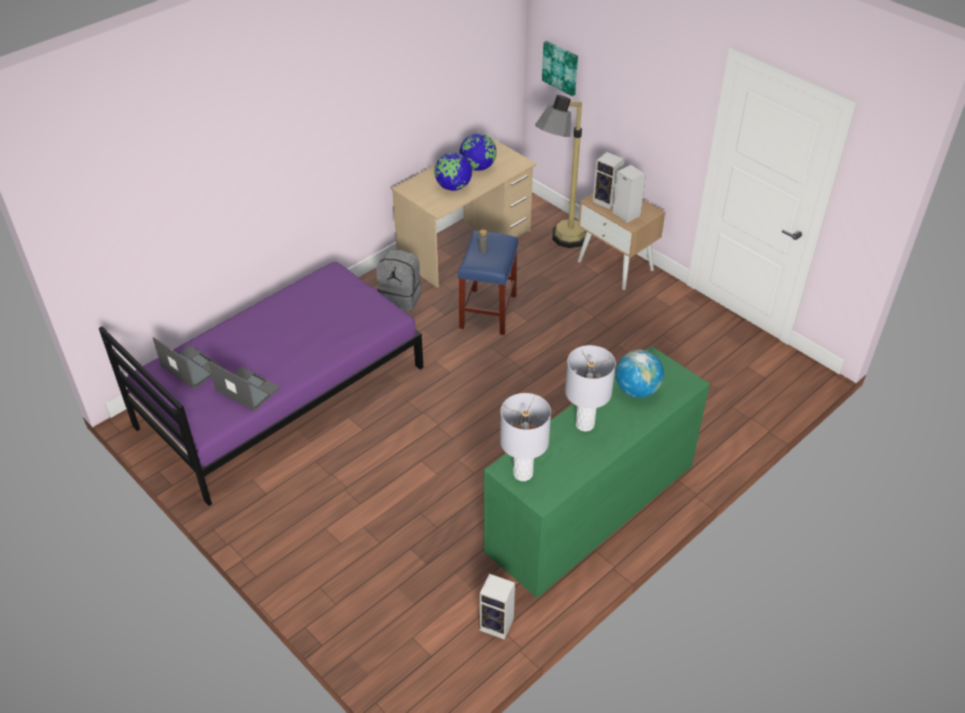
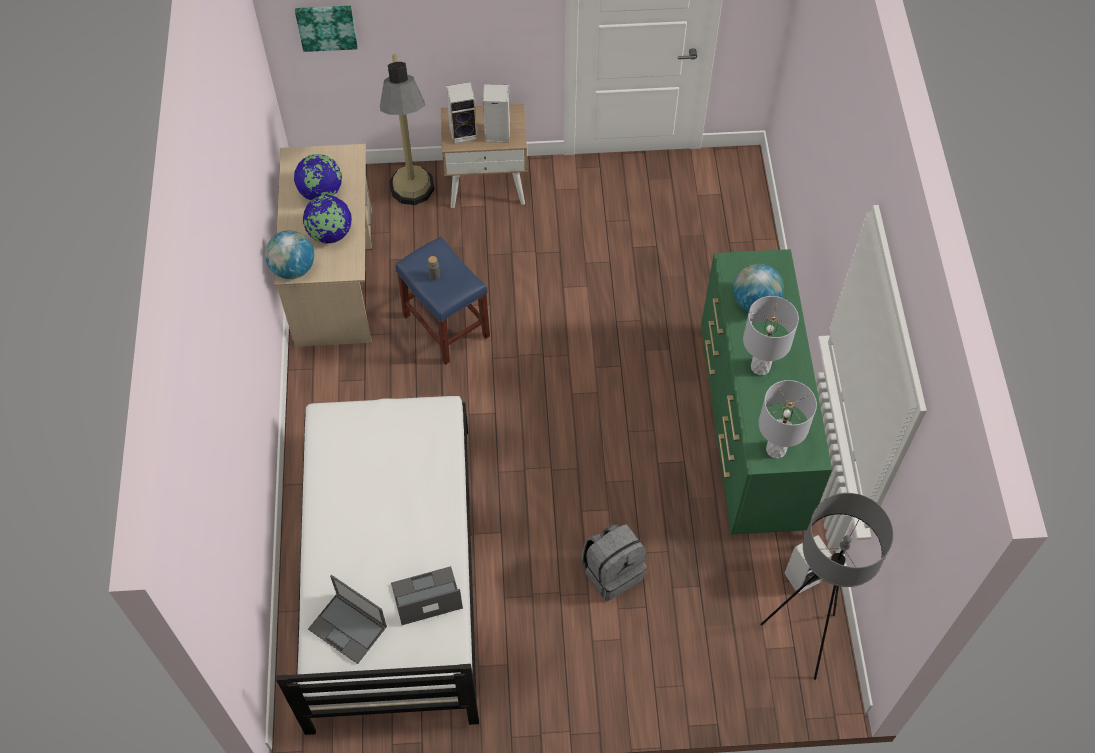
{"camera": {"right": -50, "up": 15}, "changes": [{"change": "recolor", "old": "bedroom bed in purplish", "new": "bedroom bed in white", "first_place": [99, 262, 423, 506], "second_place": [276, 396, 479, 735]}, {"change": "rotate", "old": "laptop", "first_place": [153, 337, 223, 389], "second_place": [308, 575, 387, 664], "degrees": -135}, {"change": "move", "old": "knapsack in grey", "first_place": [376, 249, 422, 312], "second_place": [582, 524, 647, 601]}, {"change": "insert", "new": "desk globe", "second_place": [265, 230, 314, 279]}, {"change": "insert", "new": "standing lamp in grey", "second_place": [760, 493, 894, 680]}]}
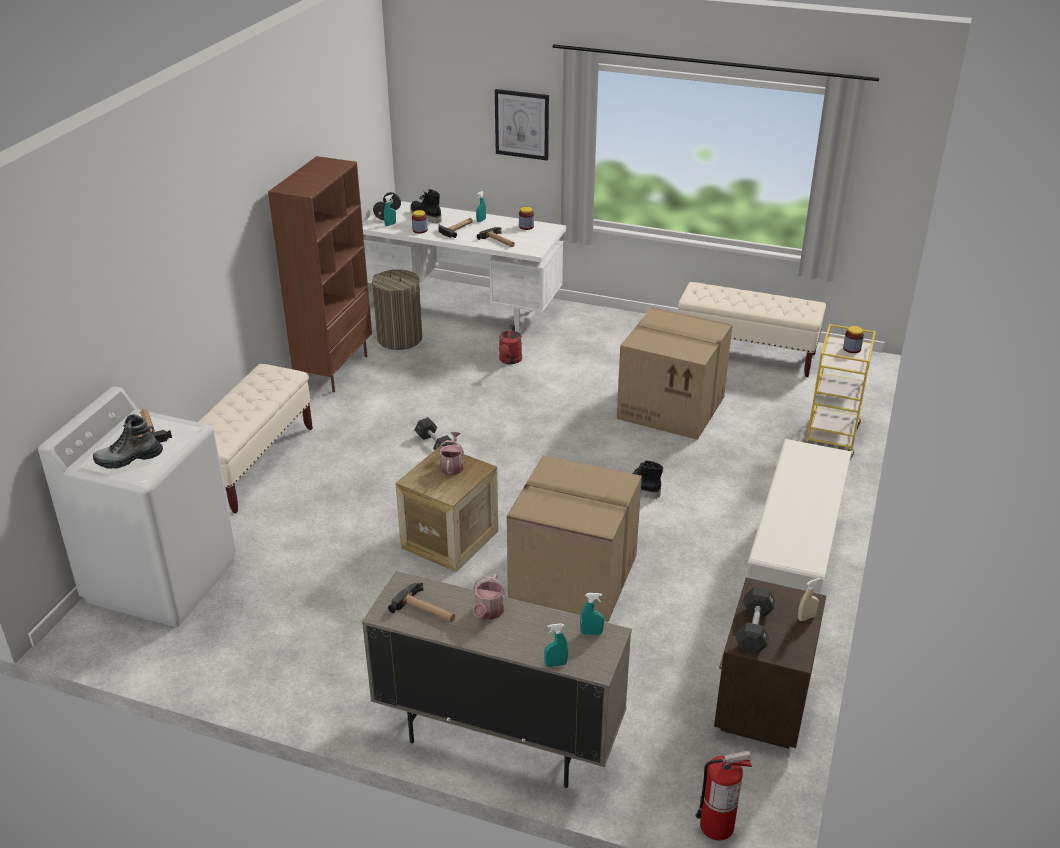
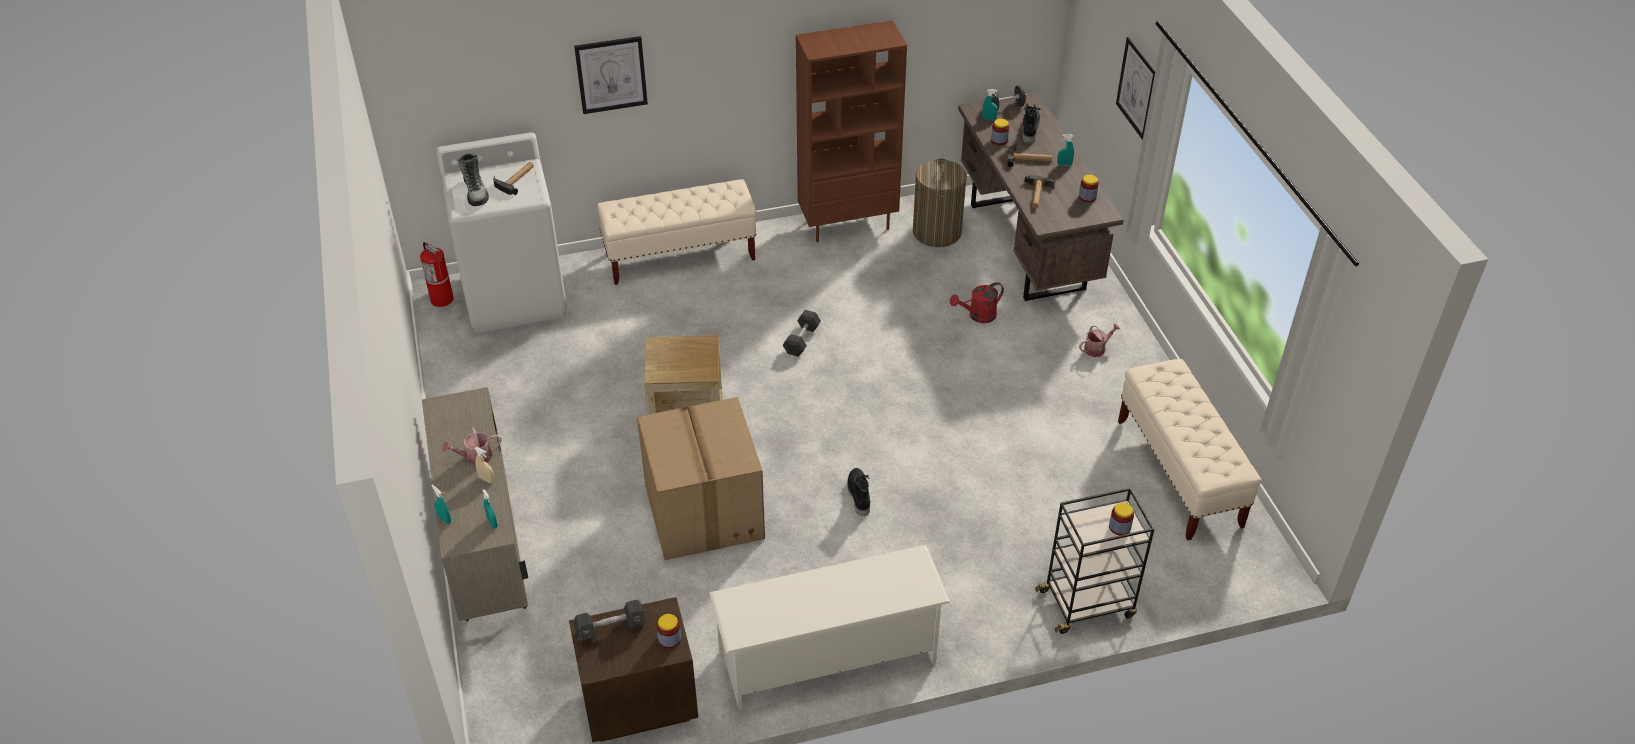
{"camera": {"right": 55, "up": 10}, "changes": [{"change": "rotate", "old": "high-top boot", "first_place": [93, 414, 163, 469], "second_place": [458, 153, 489, 206], "degrees": -150}, {"change": "recolor", "old": "desk table in white", "new": "desk table in brown-coloured", "first_place": [362, 201, 566, 334], "second_place": [958, 92, 1124, 301]}, {"change": "delete", "old": "hammer", "first_place": [388, 583, 455, 622]}, {"change": "move", "old": "watering pot", "first_place": [438, 432, 464, 475], "second_place": [1079, 323, 1121, 357]}, {"change": "delete", "old": "packing box", "first_place": [617, 307, 732, 440]}, {"change": "move", "old": "fire-fighting cylinder", "first_place": [696, 751, 752, 840], "second_place": [420, 242, 454, 307]}, {"change": "move", "old": "sprayer in beige", "first_place": [798, 578, 821, 621], "second_place": [475, 447, 494, 483]}, {"change": "recolor", "old": "trolley in yellowish", "new": "trolley in blackish", "first_place": [804, 324, 876, 460], "second_place": [1035, 487, 1154, 634]}, {"change": "insert", "new": "picture", "second_place": [574, 36, 648, 114]}, {"change": "insert", "new": "jar", "second_place": [657, 614, 681, 648]}]}
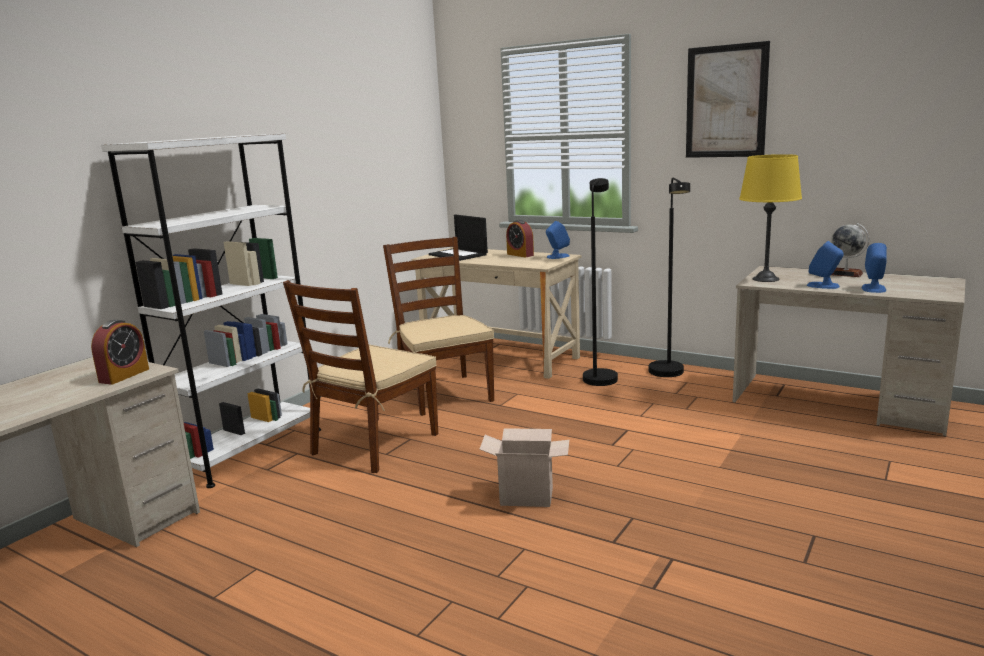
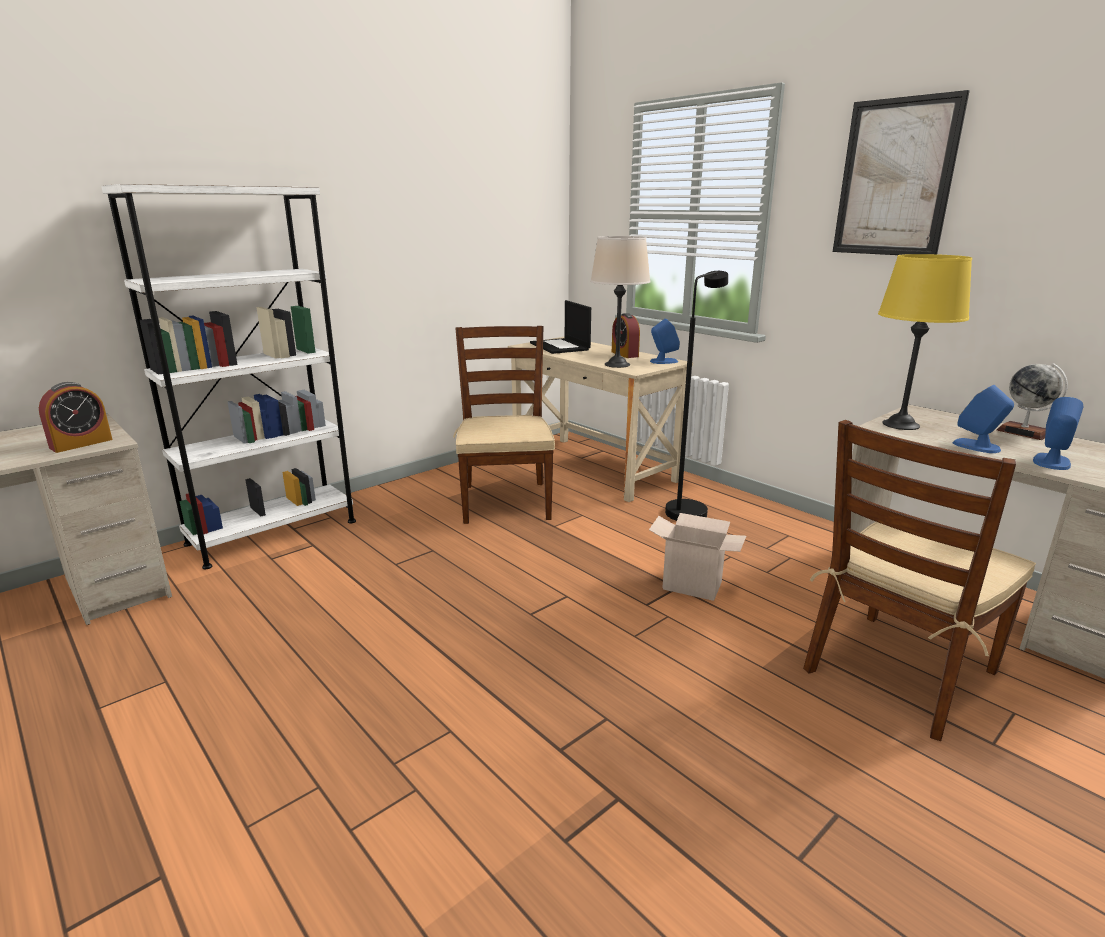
{"camera": {"right": 15, "up": 5}, "changes": [{"change": "move", "old": "upright chair in brown-coloured", "first_place": [283, 280, 438, 473], "second_place": [803, 420, 1036, 741]}, {"change": "move", "old": "packing box", "first_place": [479, 428, 569, 507], "second_place": [649, 513, 746, 601]}, {"change": "delete", "old": "standing lamp in blackish", "first_place": [649, 177, 690, 377]}, {"change": "insert", "new": "lamp for a table in beige", "second_place": [590, 236, 651, 368]}]}
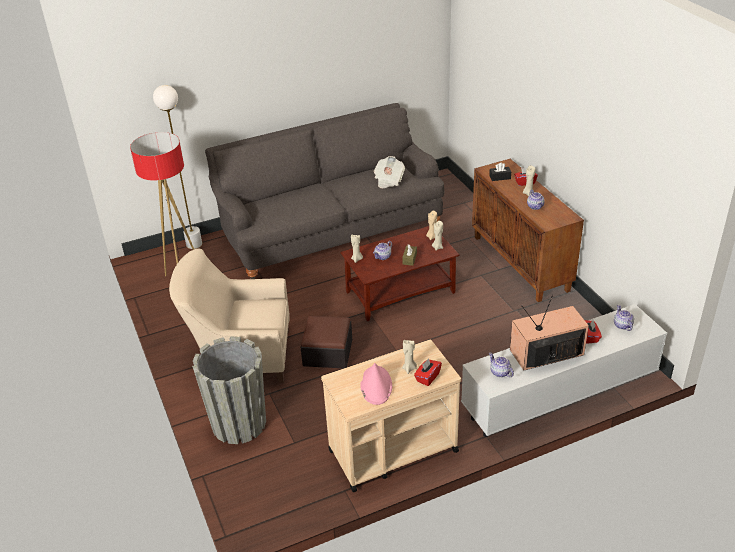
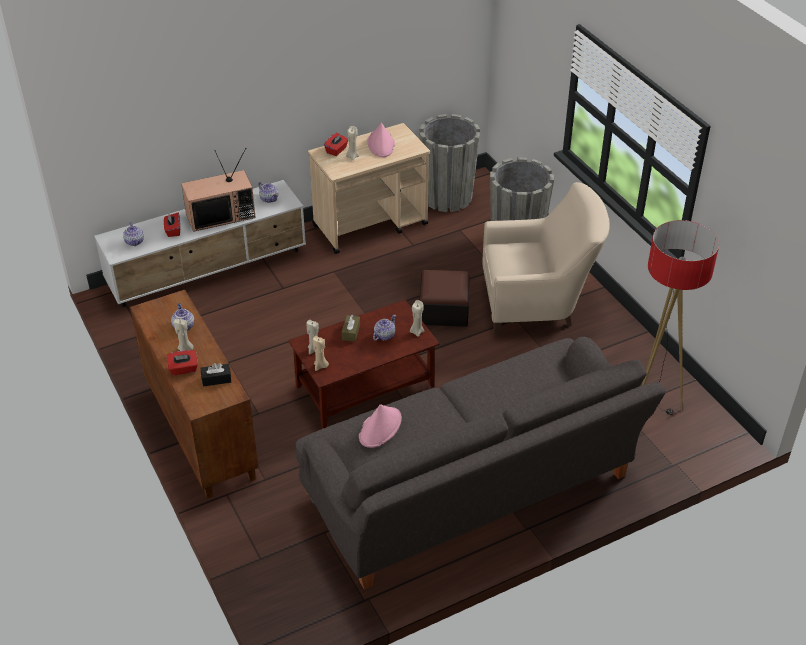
{"camera": {"right": 175, "up": 5}, "changes": [{"change": "delete", "old": "standing lamp in white", "first_place": [153, 85, 202, 249]}, {"change": "replace", "old": "newspaper", "new": "hat in pink-coloured", "first_place": [374, 156, 405, 188], "second_place": [359, 404, 402, 448]}, {"change": "insert", "new": "flower pot in grey", "second_place": [419, 114, 480, 212]}]}
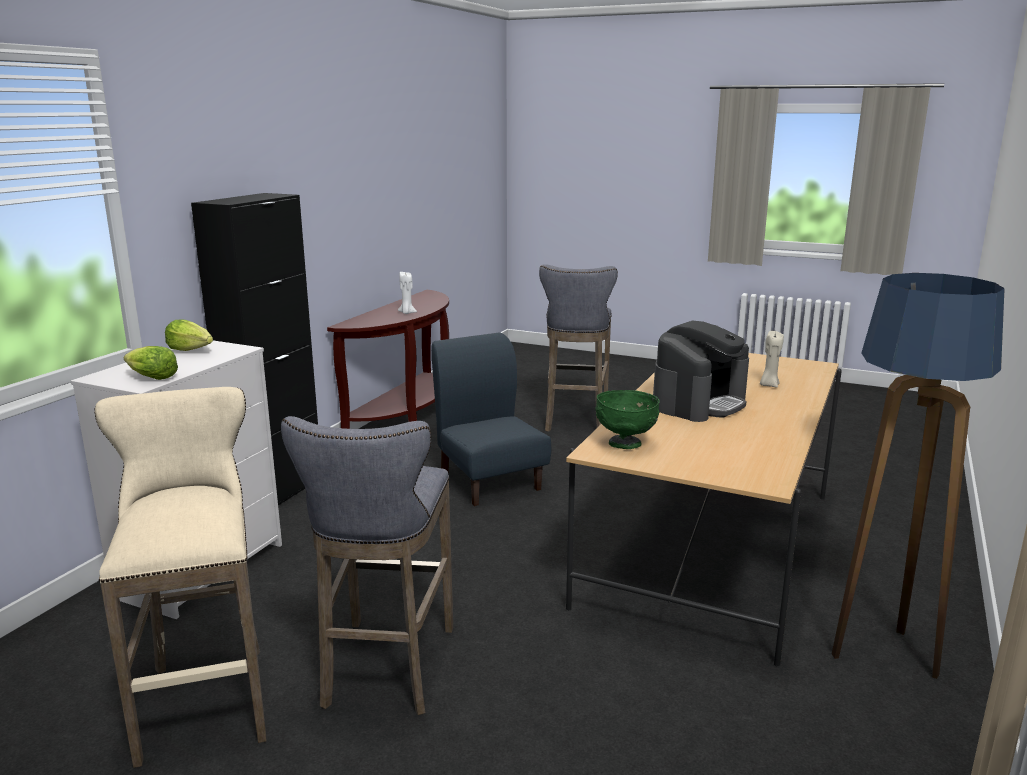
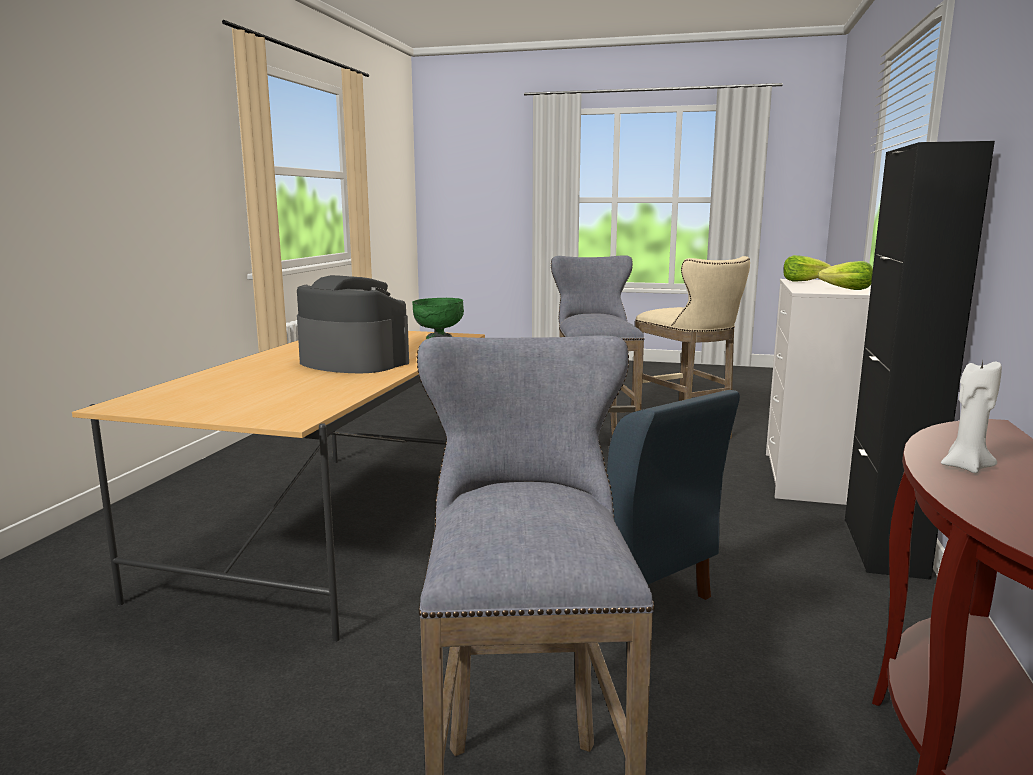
{"camera": {"right": 170, "up": -5}, "changes": [{"change": "rotate", "old": "coffee maker", "first_place": [653, 321, 749, 422], "second_place": [297, 275, 409, 374], "degrees": 90}, {"change": "delete", "old": "wax light in beige", "first_place": [760, 331, 784, 388]}, {"change": "delete", "old": "standing lamp", "first_place": [832, 273, 1005, 679]}]}
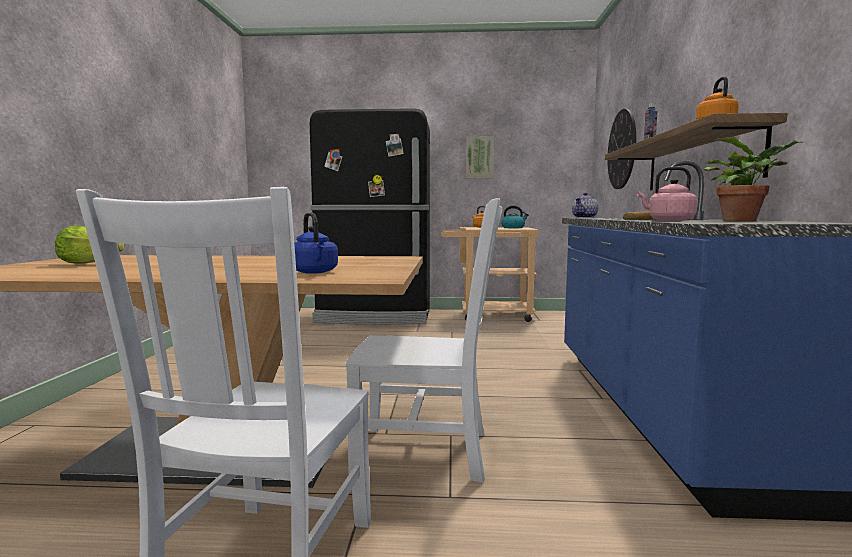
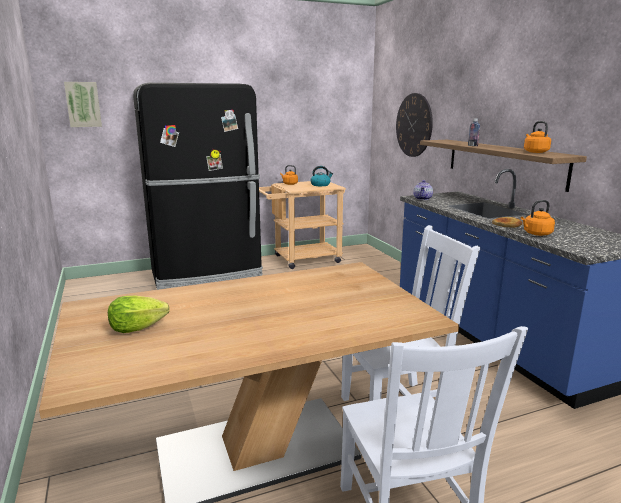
{"camera": {"right": -25, "up": 10}, "changes": [{"change": "delete", "old": "water kettle in blue-coloured", "first_place": [294, 212, 338, 274]}, {"change": "move", "old": "picture", "first_place": [466, 137, 494, 179], "second_place": [64, 82, 102, 127]}, {"change": "recolor", "old": "water kettle in pink-coloured", "new": "water kettle in orange", "first_place": [637, 167, 697, 221], "second_place": [521, 200, 555, 236]}, {"change": "delete", "old": "plant in a pot", "first_place": [704, 137, 805, 221]}]}
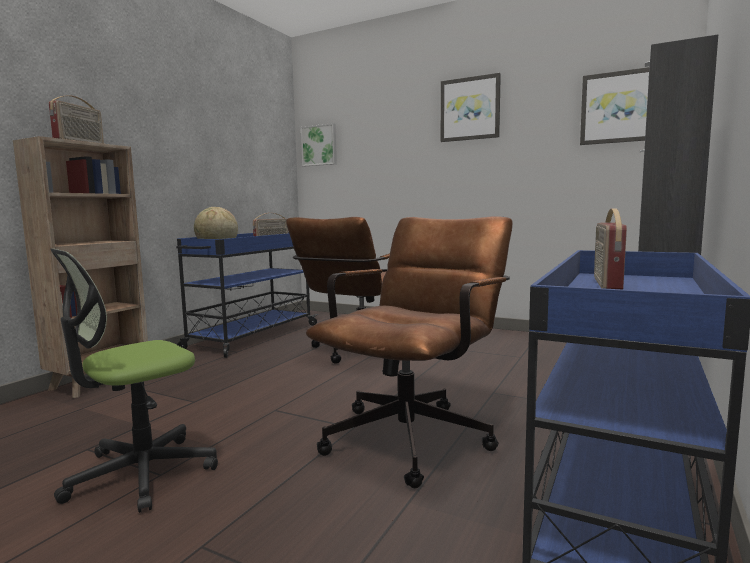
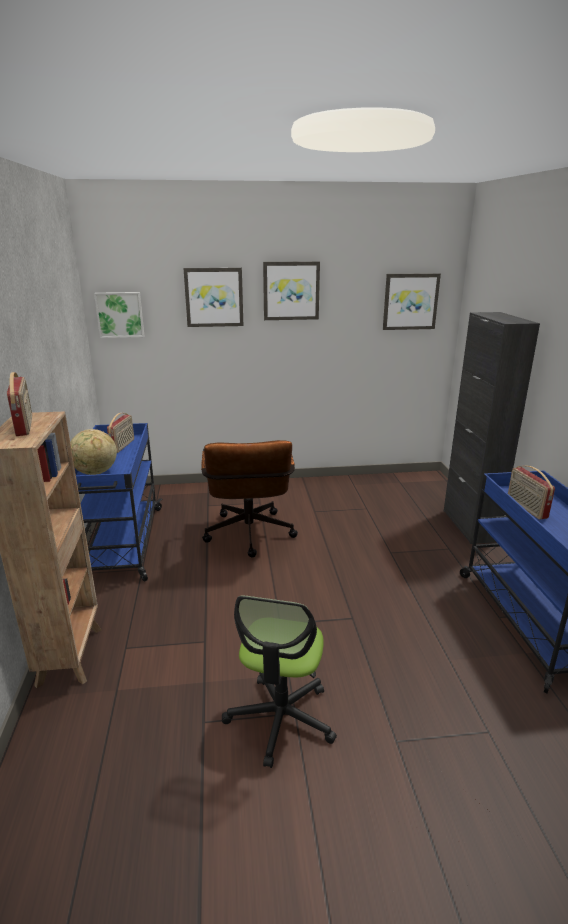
{"camera": {"right": -35, "up": 15}, "changes": [{"change": "delete", "old": "office chair in brown-coloured", "first_place": [306, 216, 513, 488]}, {"change": "insert", "new": "picture", "second_place": [183, 268, 244, 327]}]}
